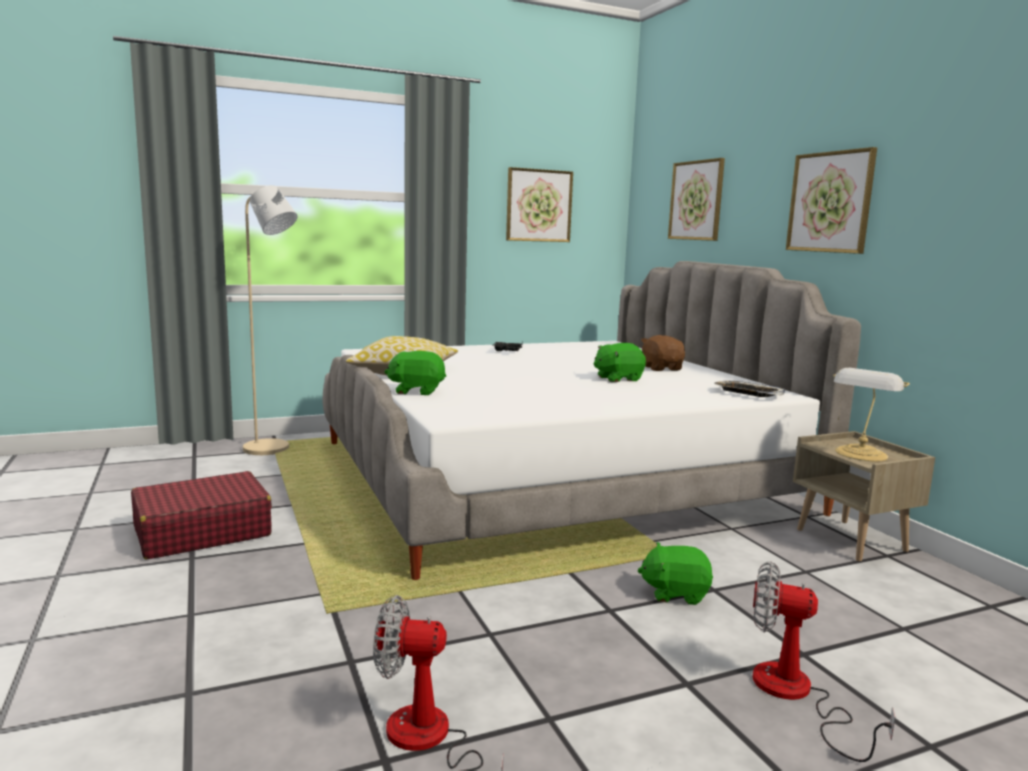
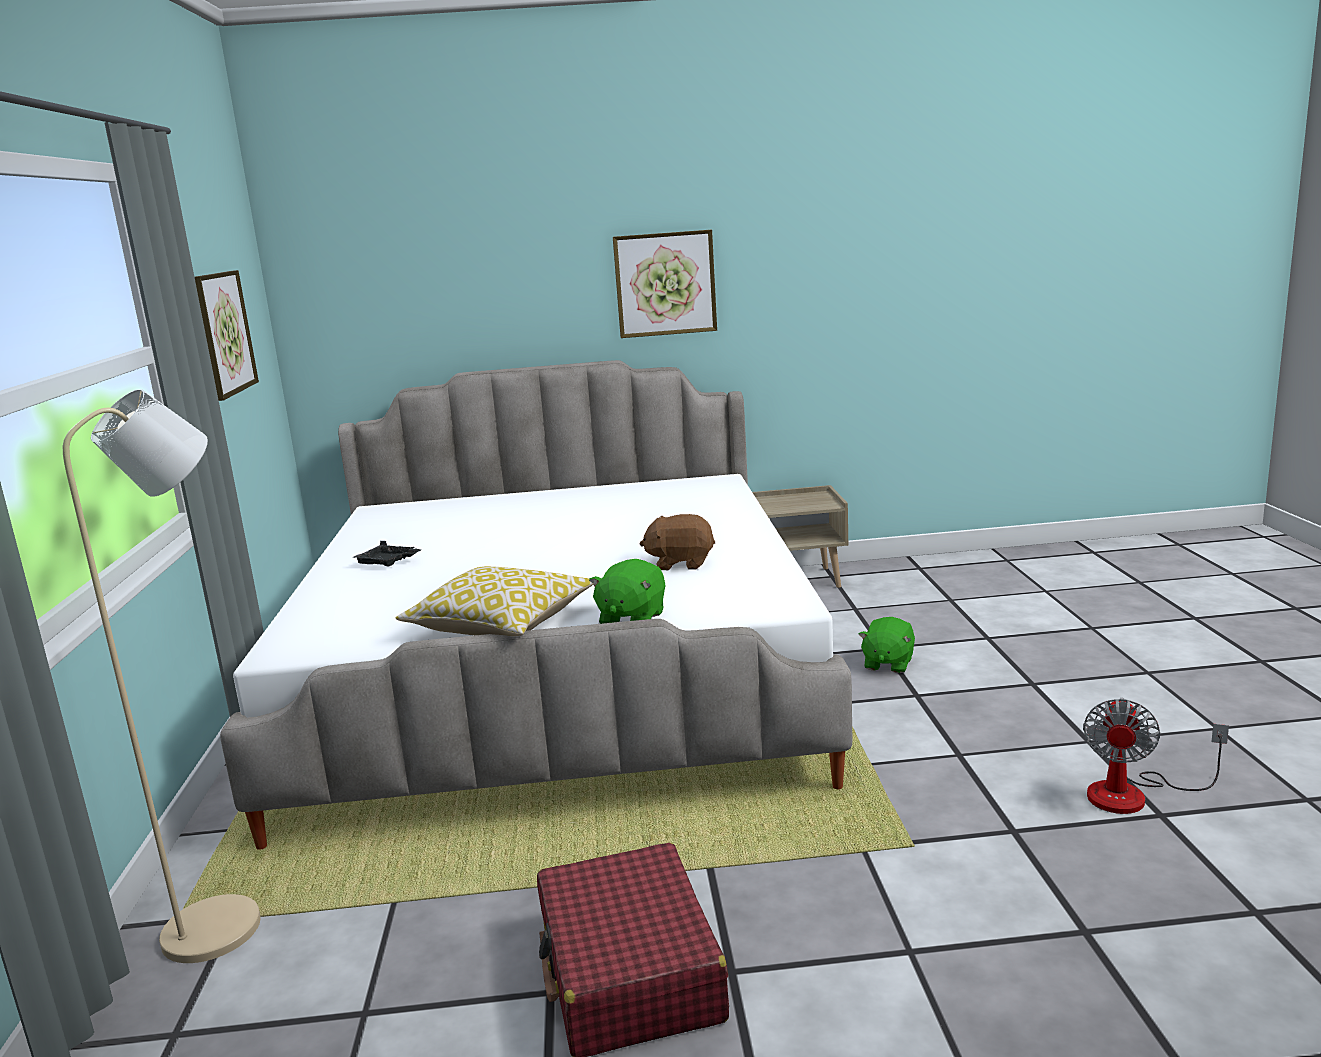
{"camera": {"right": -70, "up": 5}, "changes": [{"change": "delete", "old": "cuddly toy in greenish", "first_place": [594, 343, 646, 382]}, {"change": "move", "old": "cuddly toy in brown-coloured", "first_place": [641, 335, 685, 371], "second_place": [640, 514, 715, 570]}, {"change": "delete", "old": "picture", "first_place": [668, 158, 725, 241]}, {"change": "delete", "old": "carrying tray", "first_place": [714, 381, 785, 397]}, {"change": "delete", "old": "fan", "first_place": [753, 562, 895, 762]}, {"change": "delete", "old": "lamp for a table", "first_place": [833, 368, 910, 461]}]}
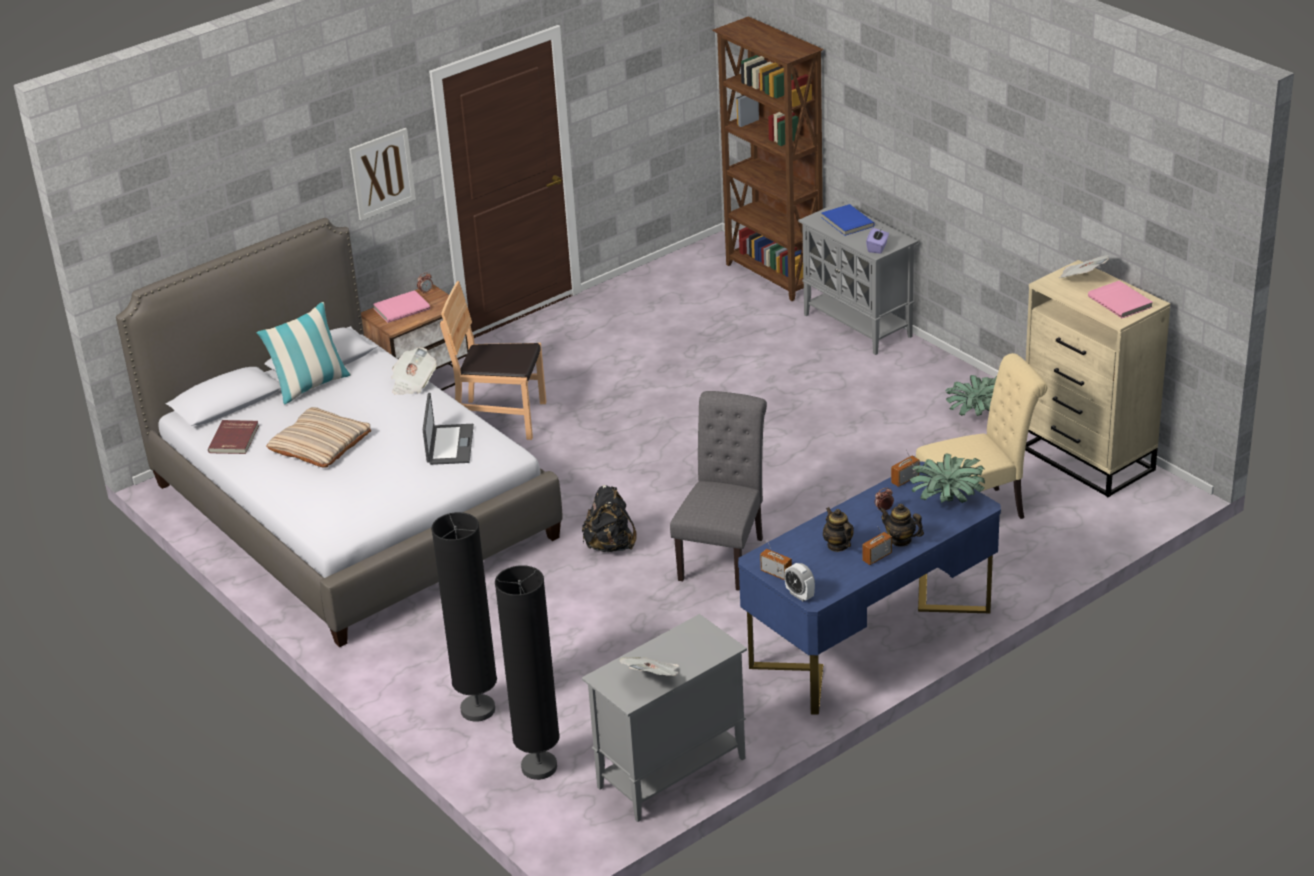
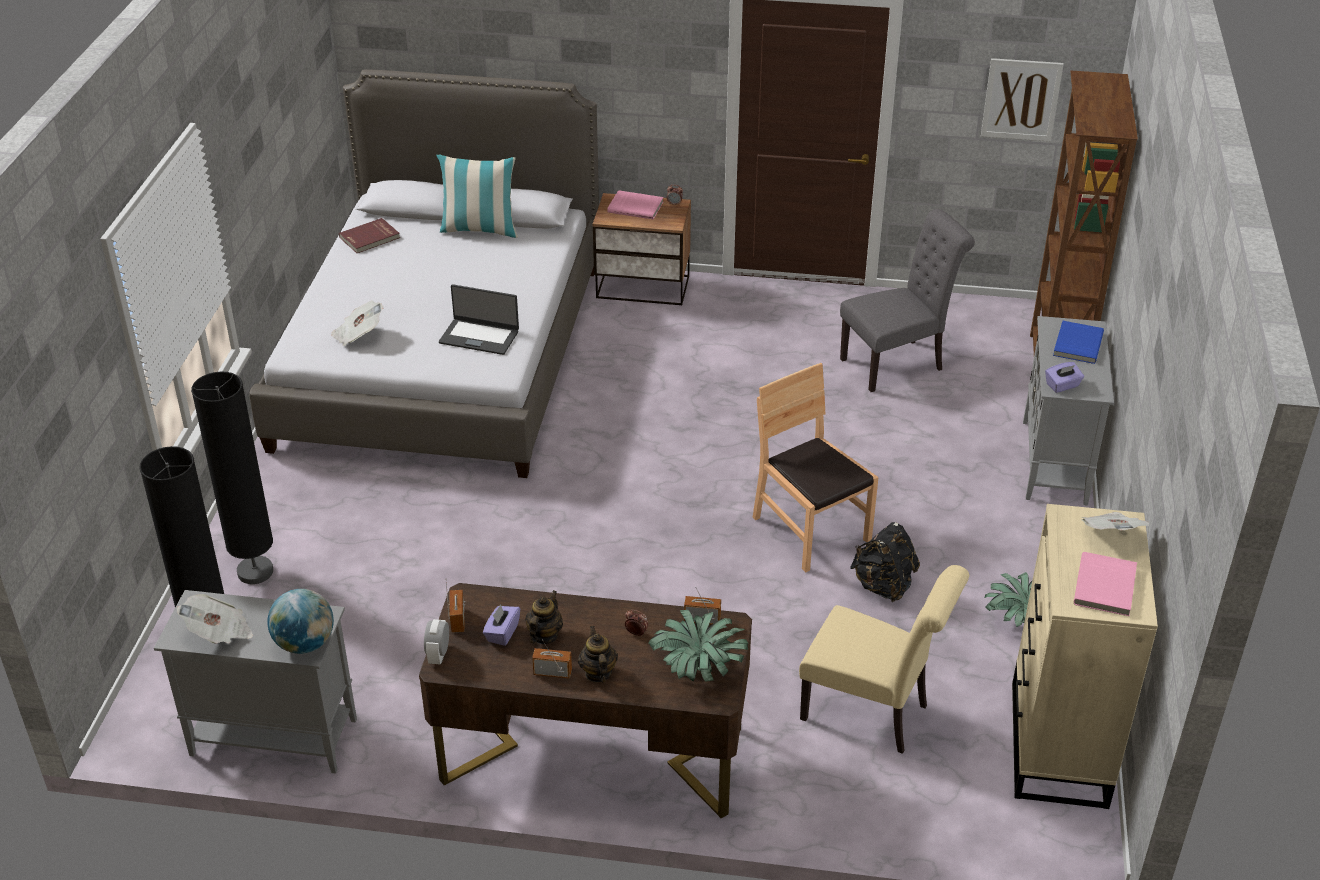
{"camera": {"right": 45, "up": 5}, "changes": [{"change": "delete", "old": "throw pillow in beige", "first_place": [266, 407, 371, 468]}, {"change": "move", "old": "picture", "first_place": [349, 128, 416, 221], "second_place": [981, 58, 1064, 141]}, {"change": "move", "old": "newspaper", "first_place": [391, 347, 437, 395], "second_place": [331, 301, 383, 346]}, {"change": "rotate", "old": "laptop", "first_place": [423, 393, 474, 465], "second_place": [439, 284, 519, 355], "degrees": 60}, {"change": "move", "old": "upright chair in brown-coloured", "first_place": [440, 281, 546, 440], "second_place": [752, 363, 879, 573]}, {"change": "move", "old": "knapsack in blackish", "first_place": [582, 485, 637, 552], "second_place": [850, 522, 920, 602]}, {"change": "move", "old": "upright chair in grey", "first_place": [670, 391, 767, 591], "second_place": [840, 209, 975, 392]}, {"change": "recolor", "old": "desk table in blue-coloured", "new": "desk table in brown-coloured", "first_place": [738, 462, 1001, 715], "second_place": [419, 583, 752, 819]}, {"change": "insert", "new": "desk globe", "second_place": [267, 589, 334, 654]}, {"change": "insert", "new": "tissue holder in purplish", "second_place": [483, 604, 520, 646]}]}
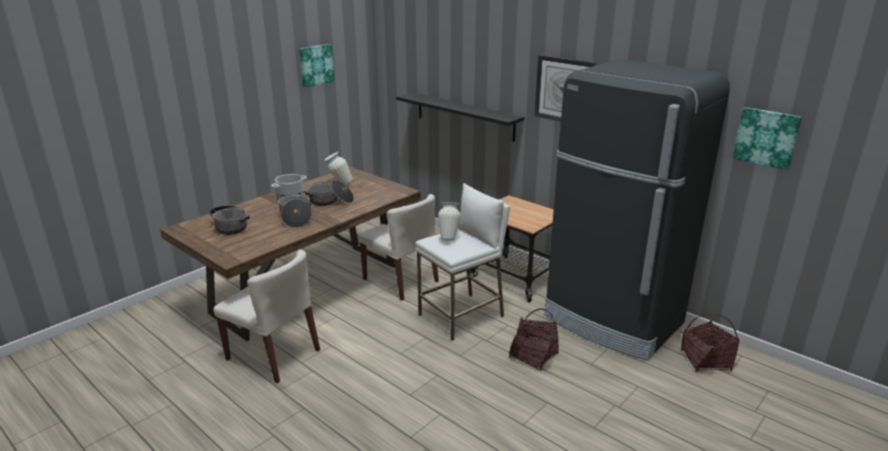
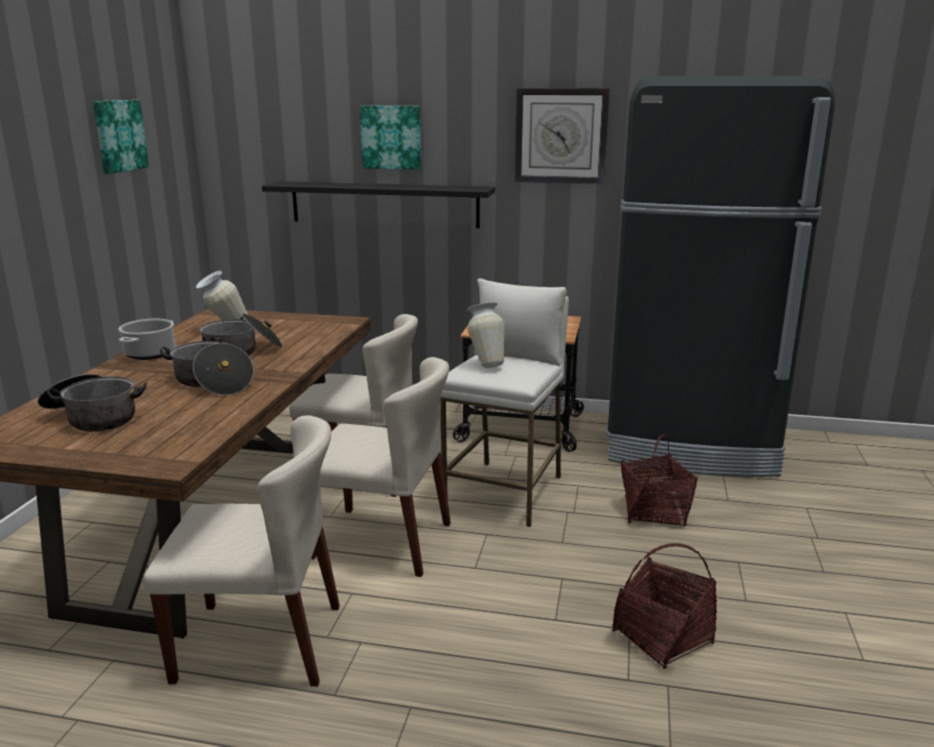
{"camera": {"right": -30, "up": -5}, "changes": [{"change": "move", "old": "household basket", "first_place": [681, 313, 740, 372], "second_place": [612, 543, 717, 669]}, {"change": "move", "old": "picture", "first_place": [733, 107, 802, 170], "second_place": [360, 106, 421, 170]}, {"change": "insert", "new": "upright chair in beige", "second_place": [311, 357, 451, 577]}]}
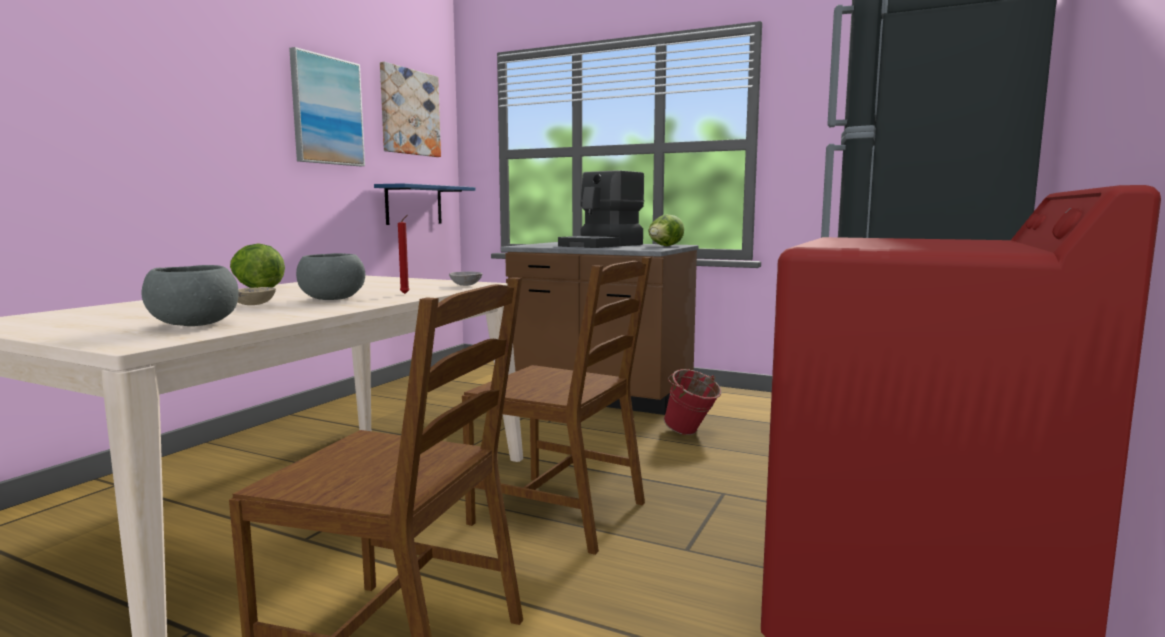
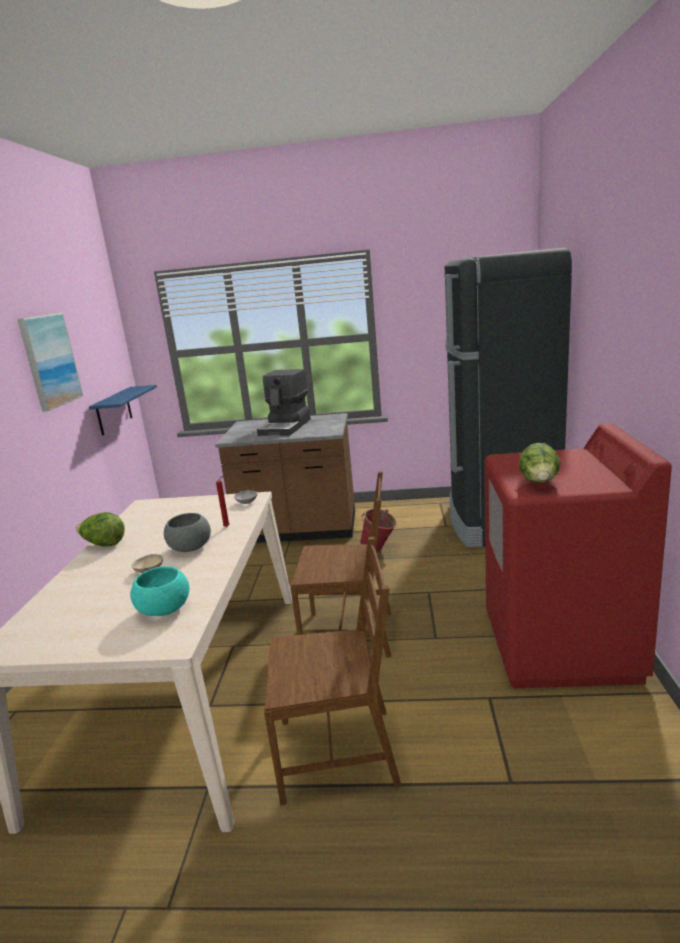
{"camera": {"right": -20, "up": 10}, "changes": [{"change": "recolor", "old": "bowl in grey", "new": "bowl in turquoise", "first_place": [141, 265, 239, 326], "second_place": [130, 566, 189, 616]}, {"change": "delete", "old": "picture", "first_place": [380, 62, 441, 157]}, {"change": "move", "old": "head of lettuce", "first_place": [648, 214, 684, 246], "second_place": [519, 443, 560, 483]}]}
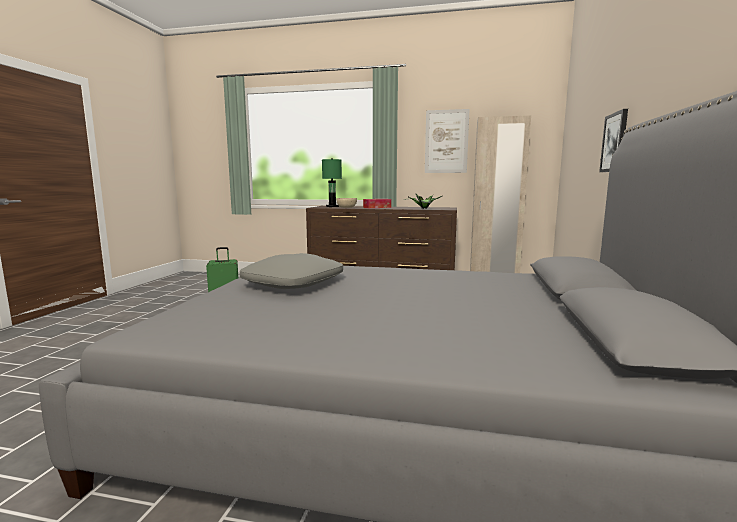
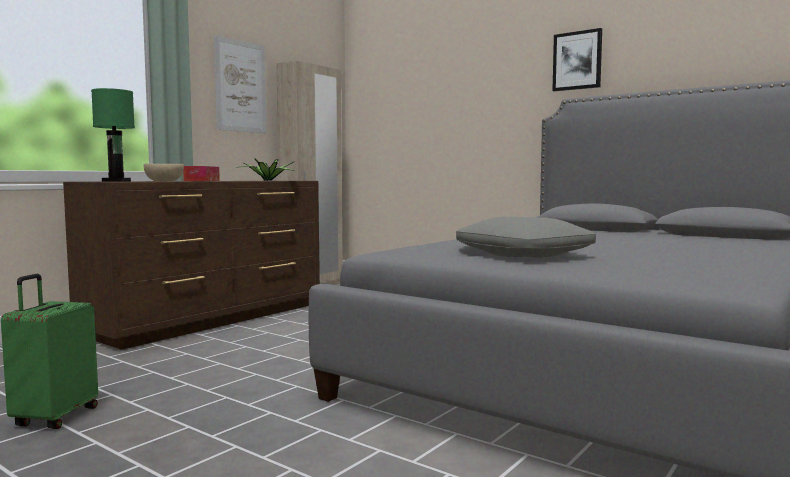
{"camera": {"right": -65, "up": -5}, "changes": [{"change": "move", "old": "picture", "first_place": [599, 109, 628, 172], "second_place": [552, 28, 602, 91]}]}
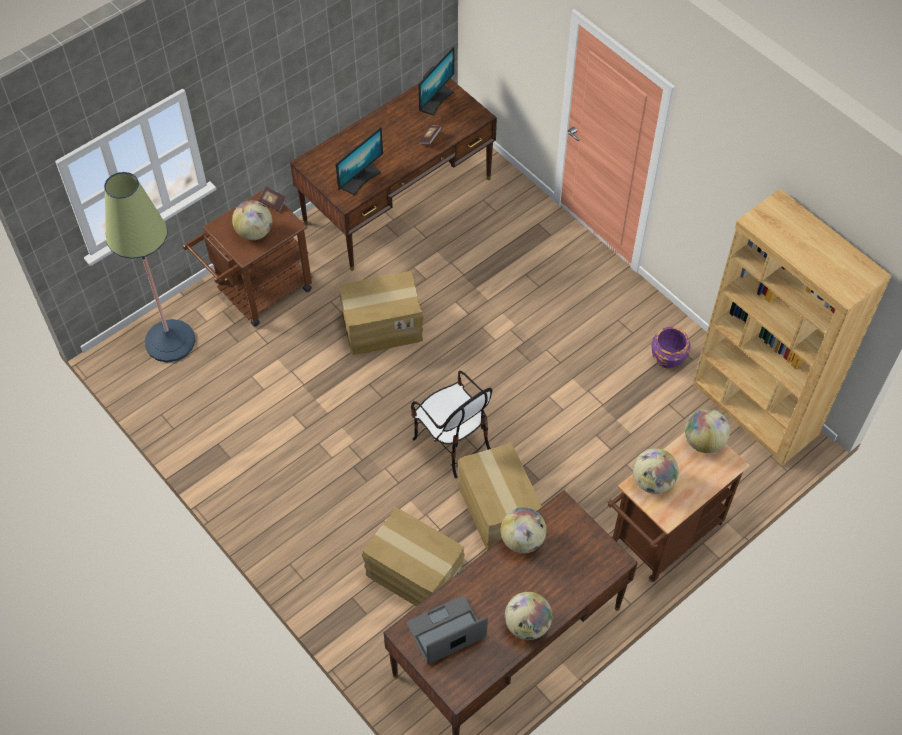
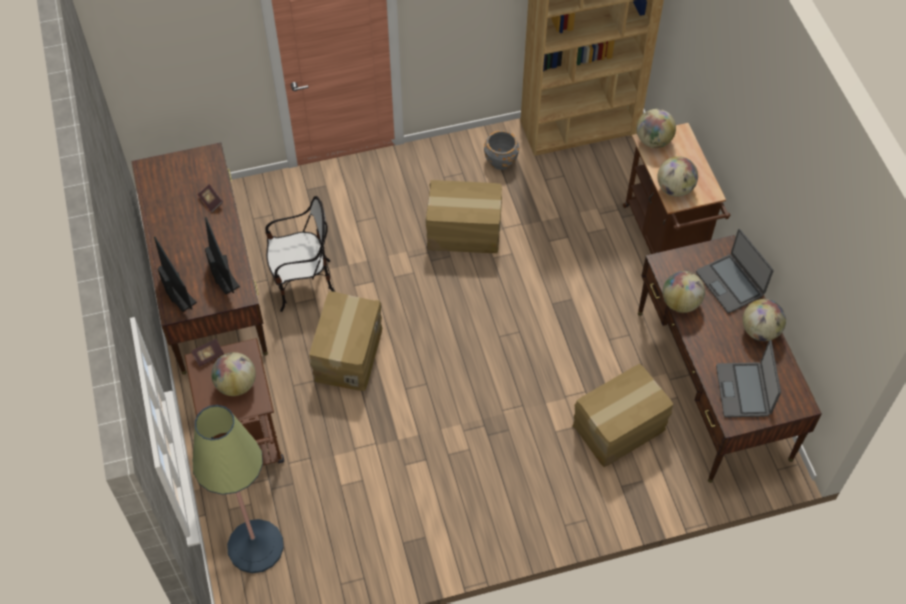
{"camera": {"right": -65, "up": 0}, "changes": [{"change": "move", "old": "upright chair", "first_place": [411, 371, 492, 478], "second_place": [265, 196, 335, 312]}, {"change": "move", "old": "monitor", "first_place": [418, 47, 454, 115], "second_place": [154, 236, 197, 312]}, {"change": "move", "old": "packing box", "first_place": [458, 442, 542, 550], "second_place": [425, 180, 502, 253]}, {"change": "recolor", "old": "flower pot in purplish", "new": "flower pot in grey", "first_place": [652, 327, 690, 369], "second_place": [484, 130, 519, 170]}, {"change": "insert", "new": "laptop", "second_place": [696, 229, 773, 313]}]}
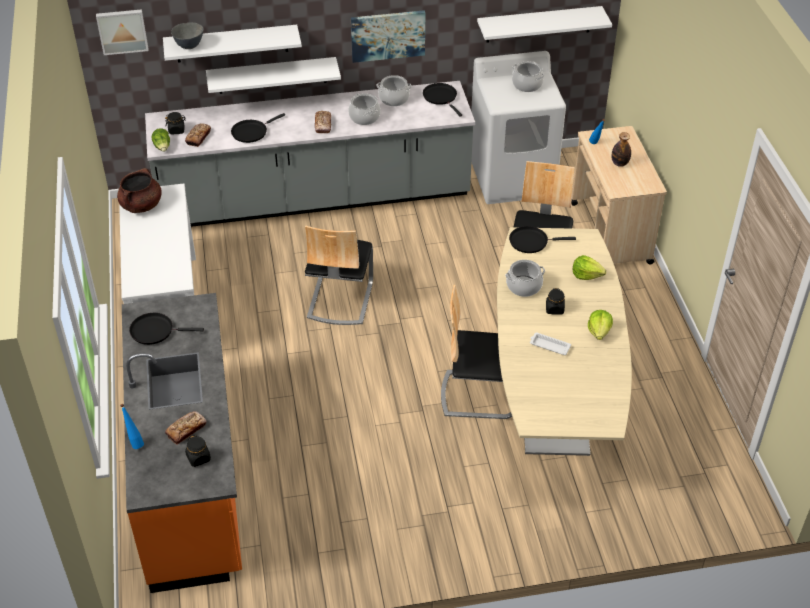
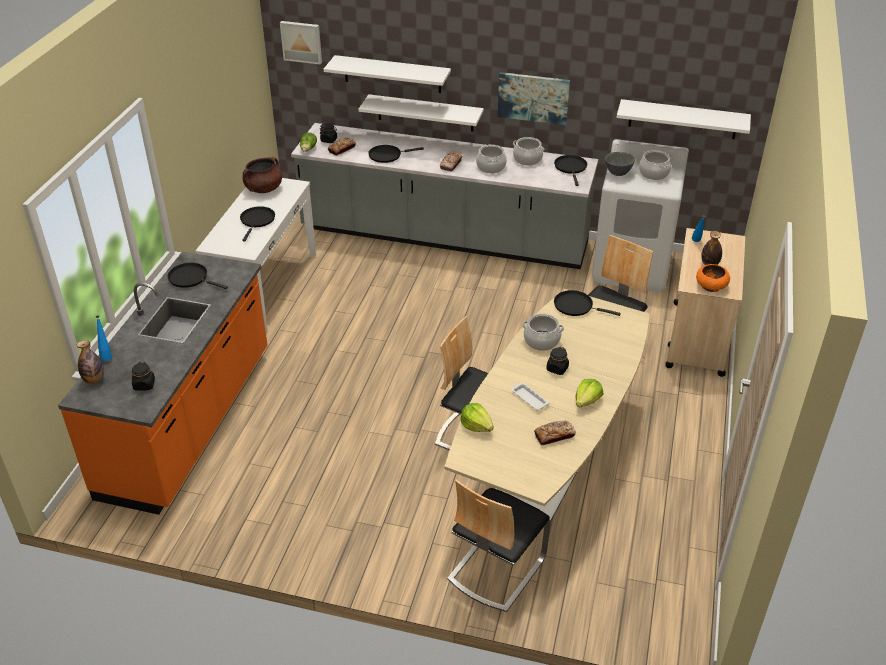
{"camera": {"right": 25, "up": -5}, "changes": [{"change": "move", "old": "bread", "first_place": [165, 411, 206, 445], "second_place": [534, 421, 576, 446]}, {"change": "move", "old": "bowl in grey", "first_place": [171, 22, 204, 49], "second_place": [605, 152, 636, 176]}, {"change": "move", "old": "upright chair", "first_place": [305, 226, 373, 325], "second_place": [447, 480, 551, 612]}, {"change": "move", "old": "head of lettuce", "first_place": [572, 255, 606, 280], "second_place": [461, 403, 494, 432]}, {"change": "insert", "new": "bottle", "second_place": [77, 340, 104, 384]}, {"change": "insert", "new": "frying pan in blackish", "second_place": [240, 206, 275, 242]}, {"change": "insert", "new": "bowl in orange", "second_place": [696, 264, 730, 292]}]}
